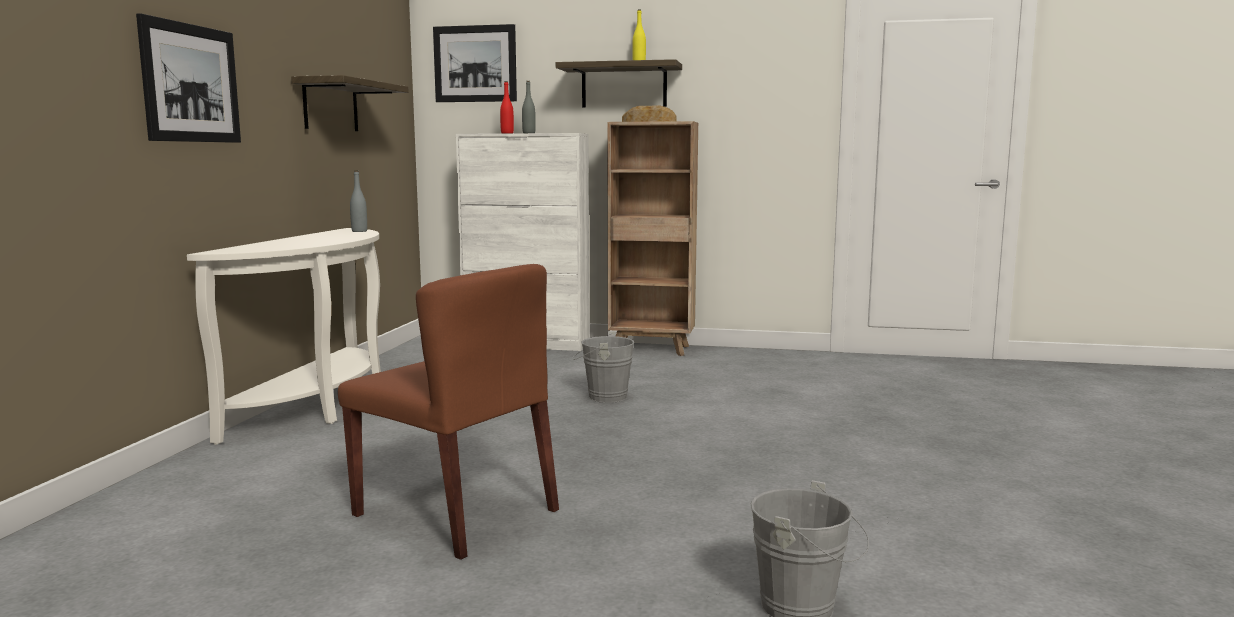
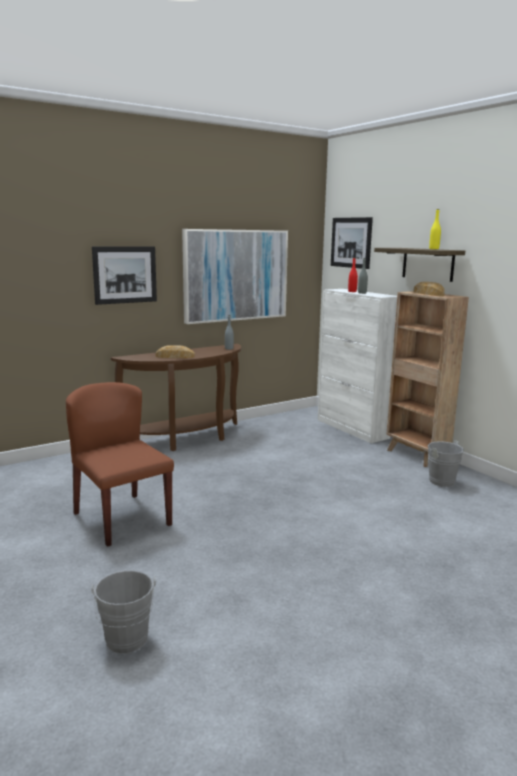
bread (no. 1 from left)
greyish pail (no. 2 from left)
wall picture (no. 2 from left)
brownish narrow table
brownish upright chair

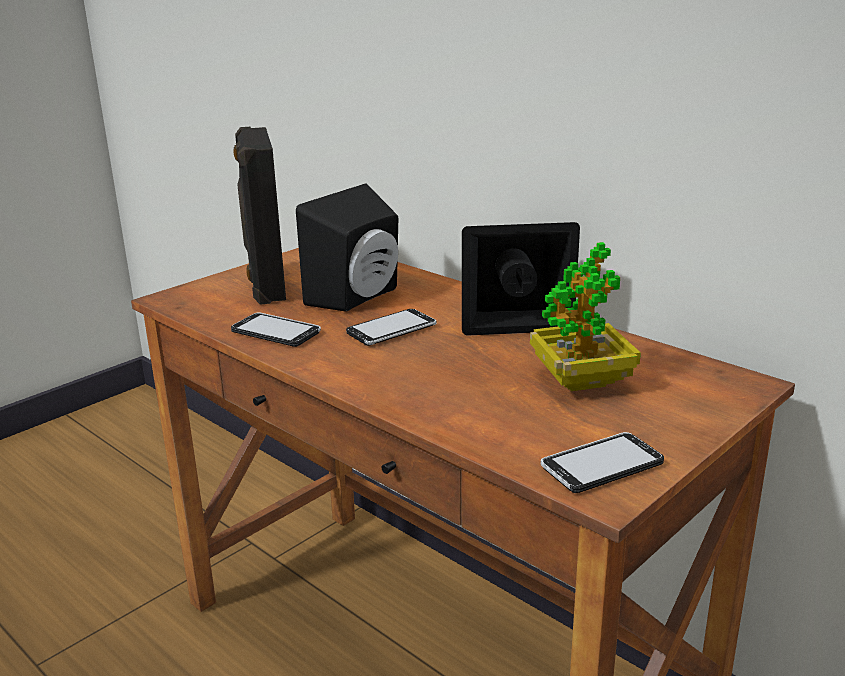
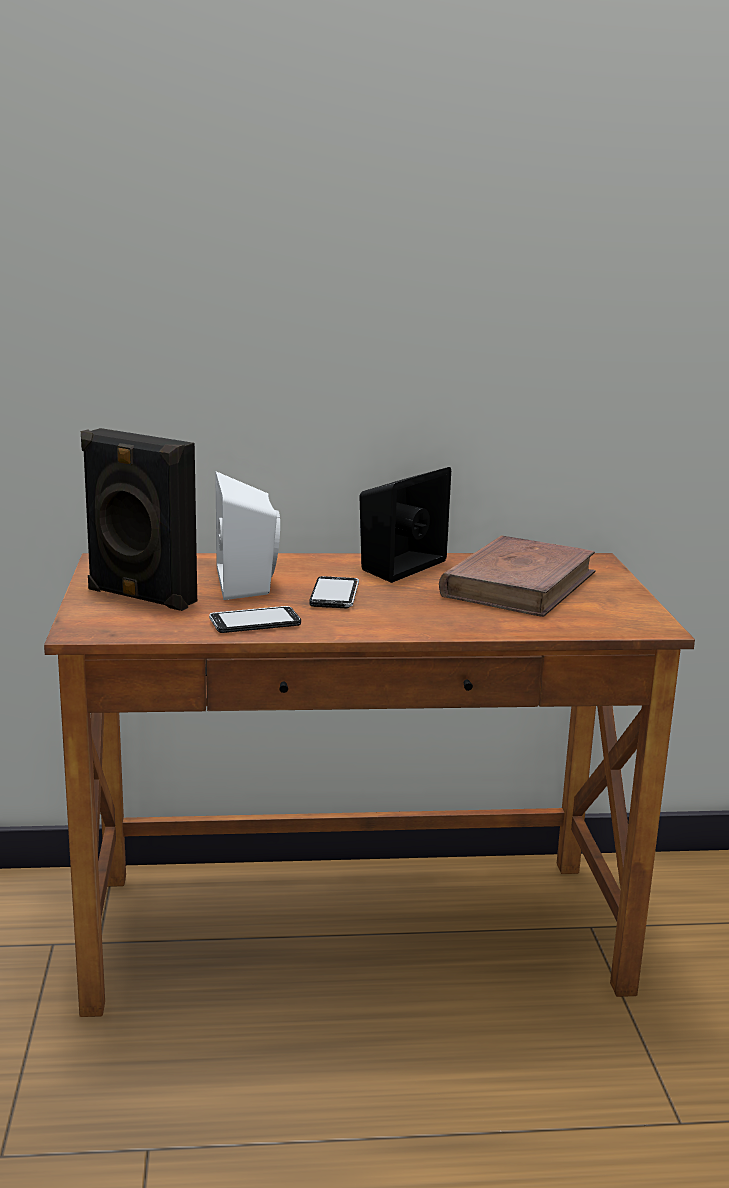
phone (no. 3 from left in the first image)
brownish book
white speaker

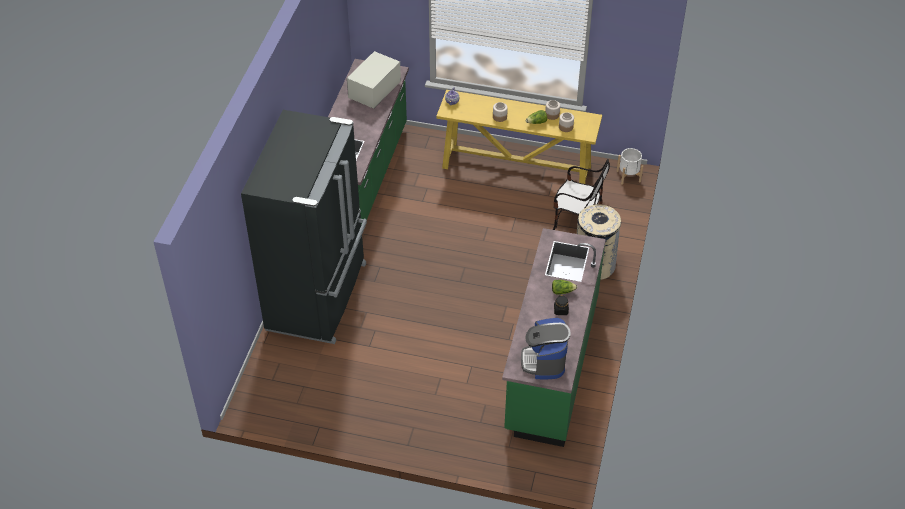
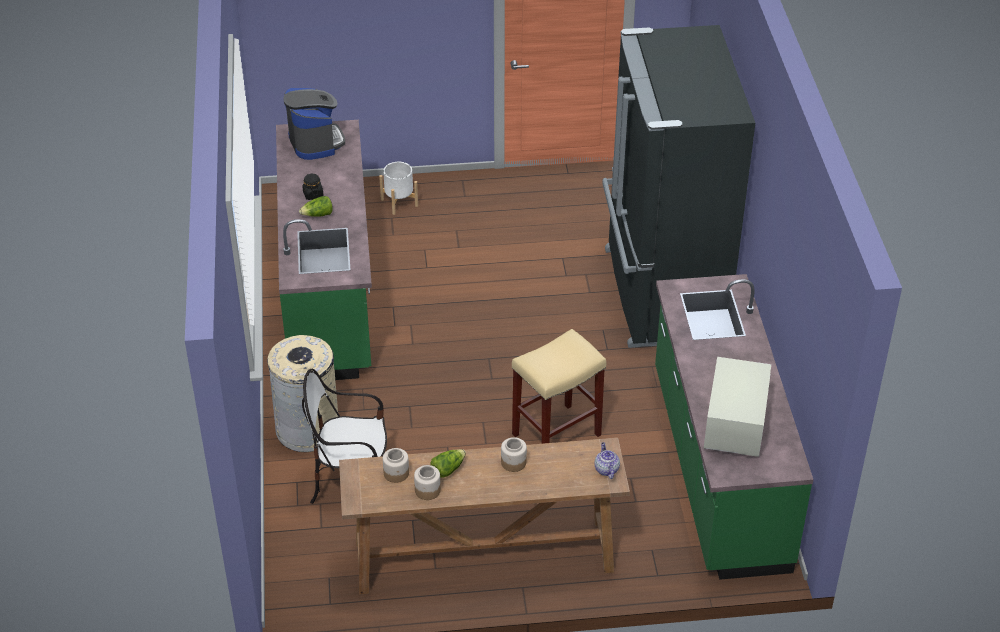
beige stool
white flower pot
brownish narrow table

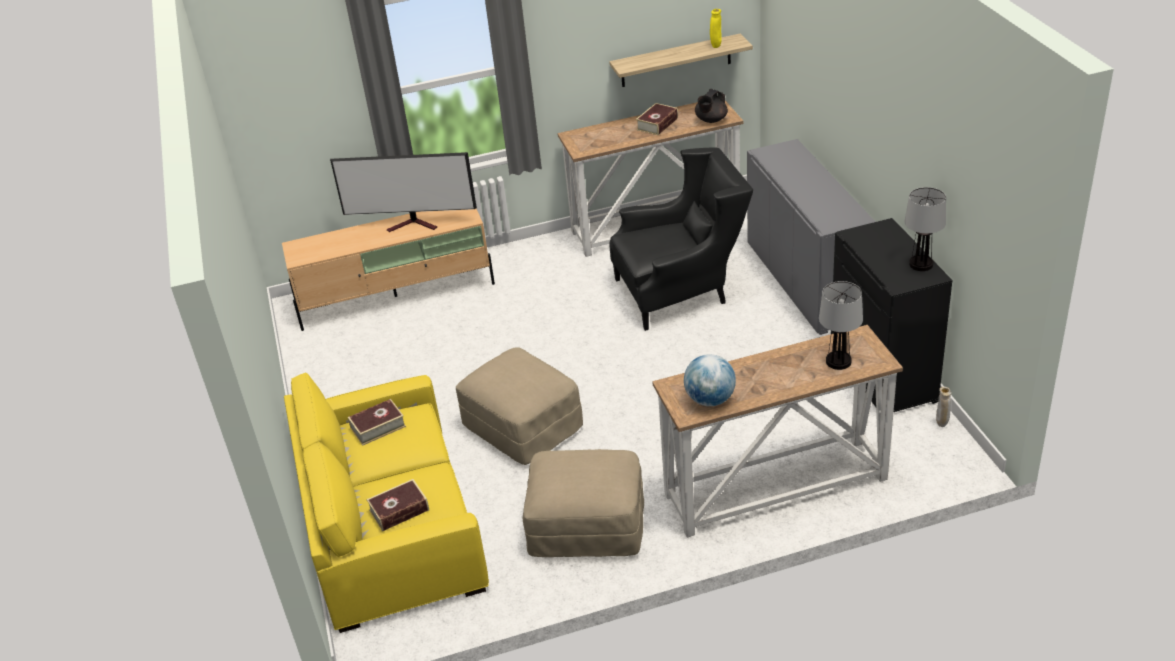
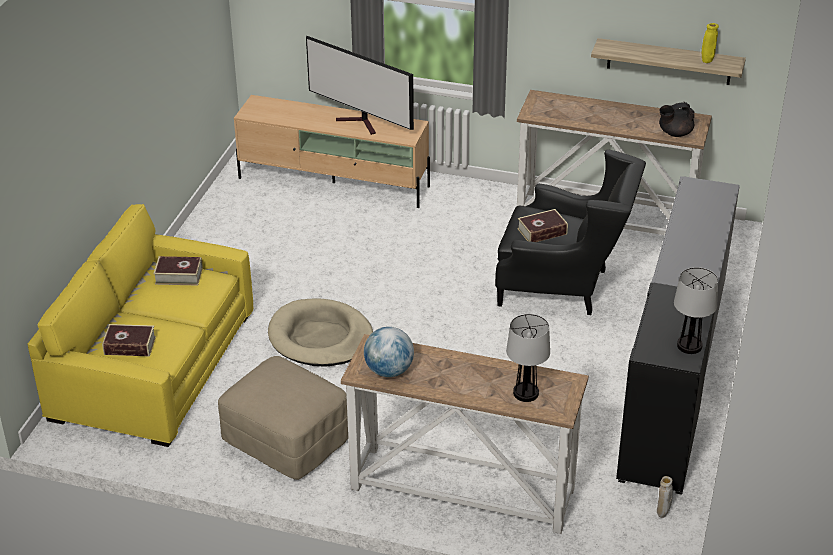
book (no. 3 from left)
beige pet bed

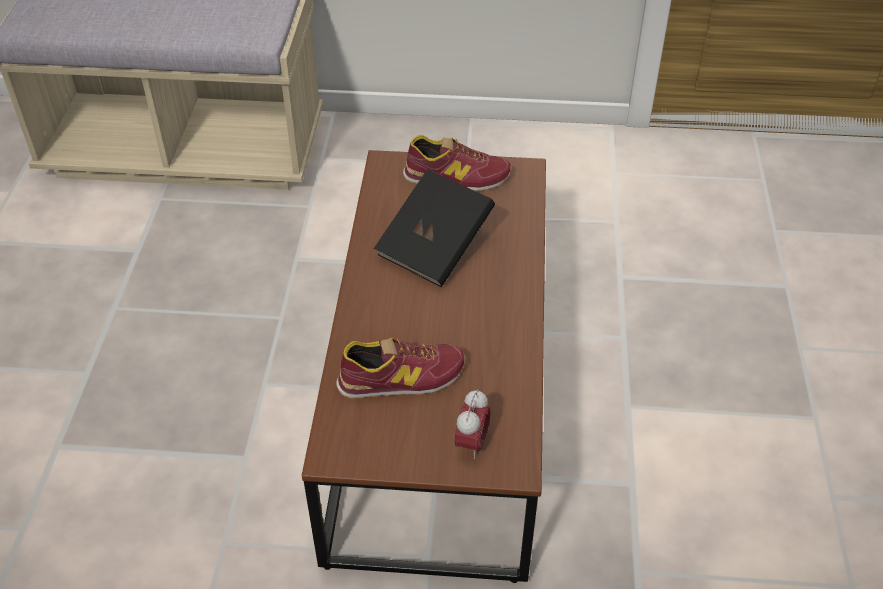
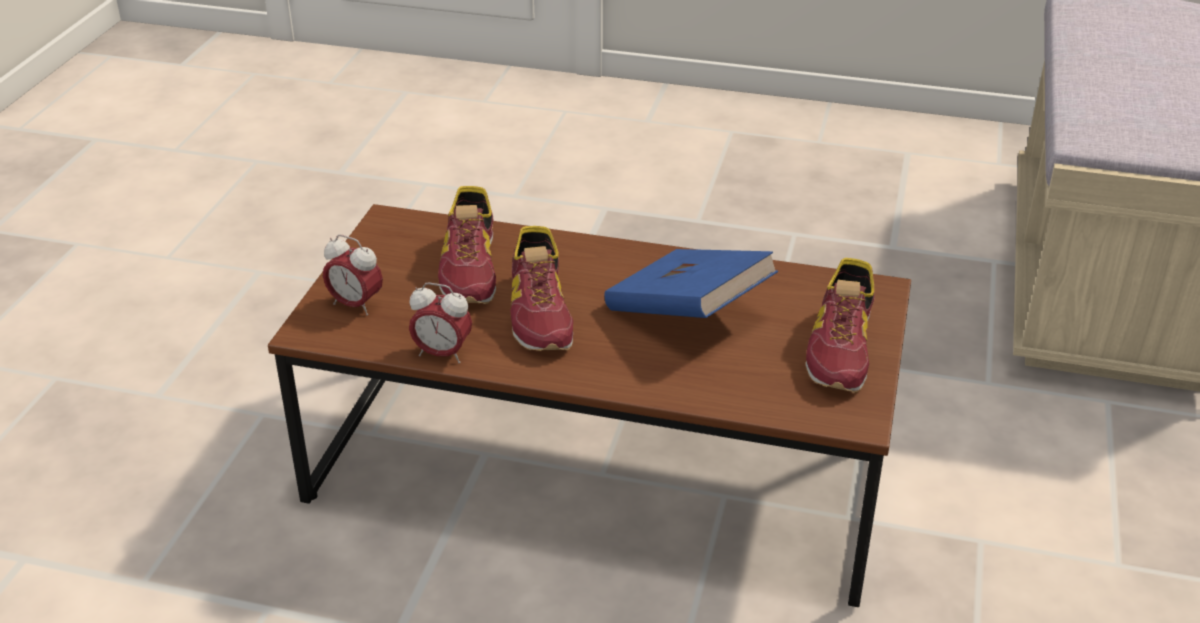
bedside clock (no. 2 from left)
shoe (no. 2 from left)
blue-coloured book

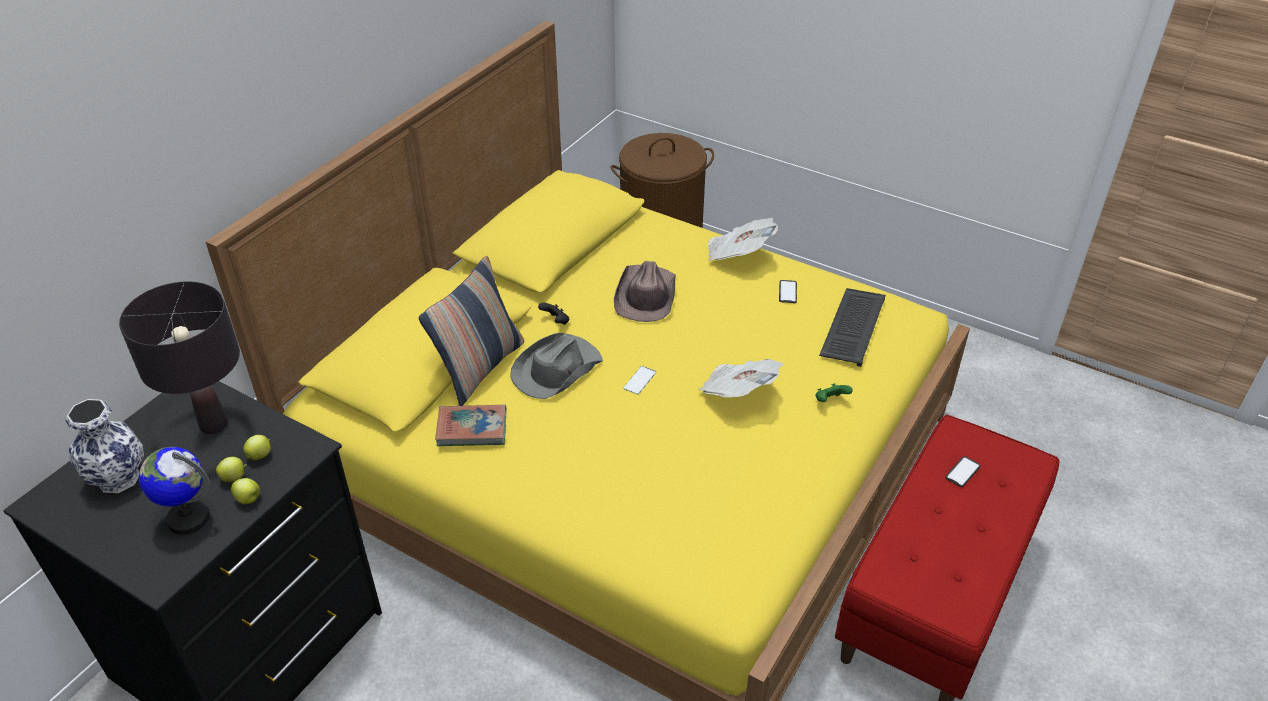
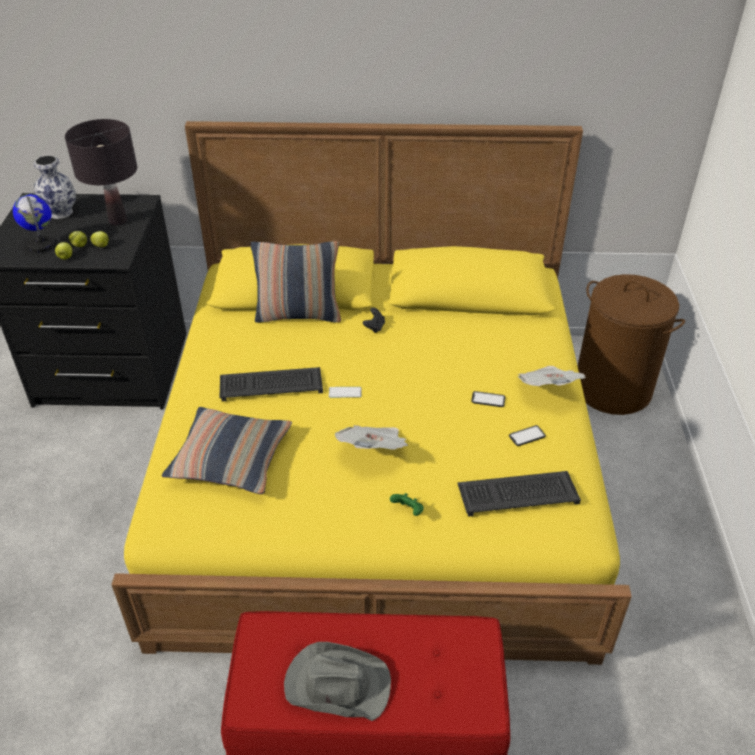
book
brownish hat
cushion (no. 1 from left)
computer keyboard (no. 1 from left)
greyish hat
phone (no. 2 from left)

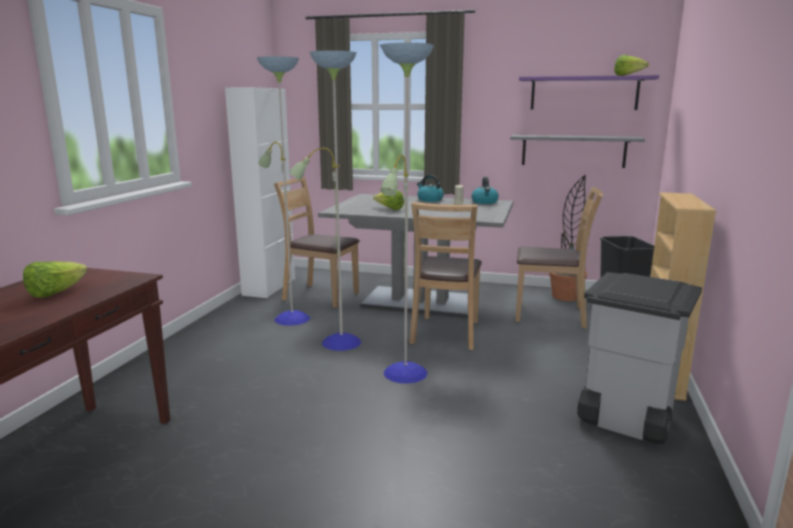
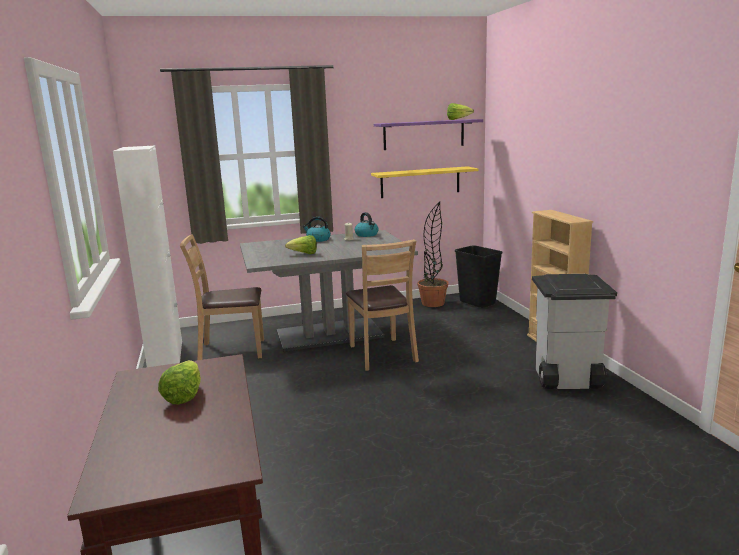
floor lamp
brownish upright chair (no. 3 from left in the first image)
yellow-coloured bracket shelf

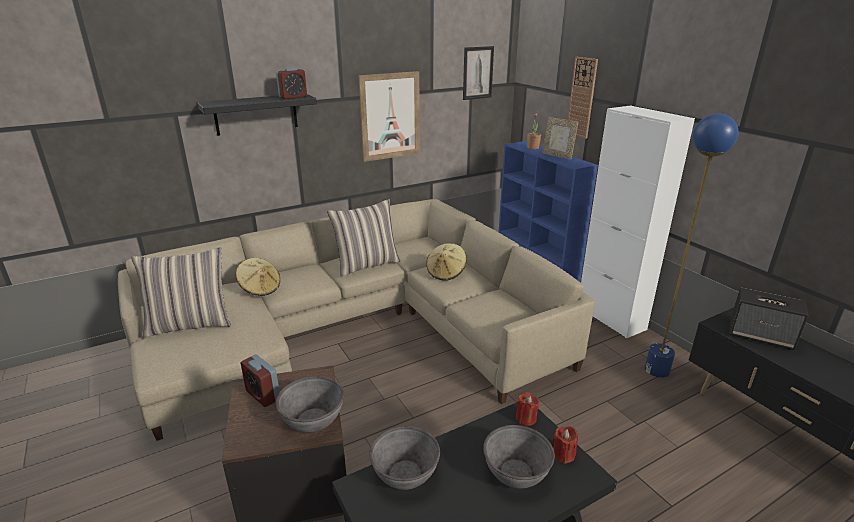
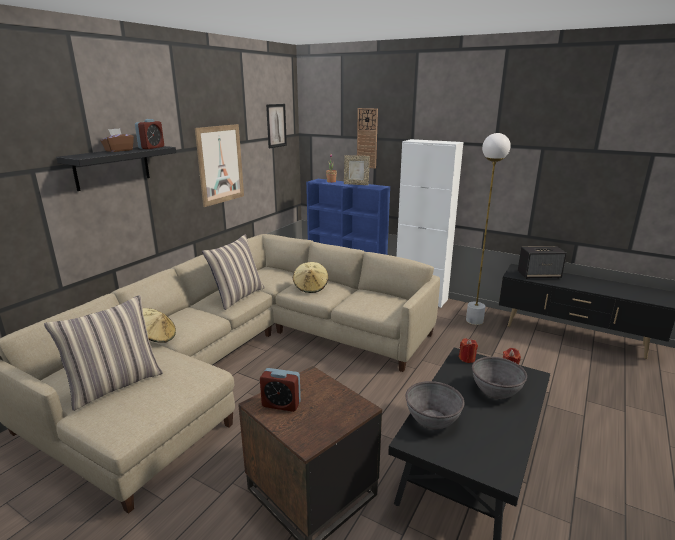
greyish bowl (no. 1 from left in the first image)
brownish tissue box
white floor lamp

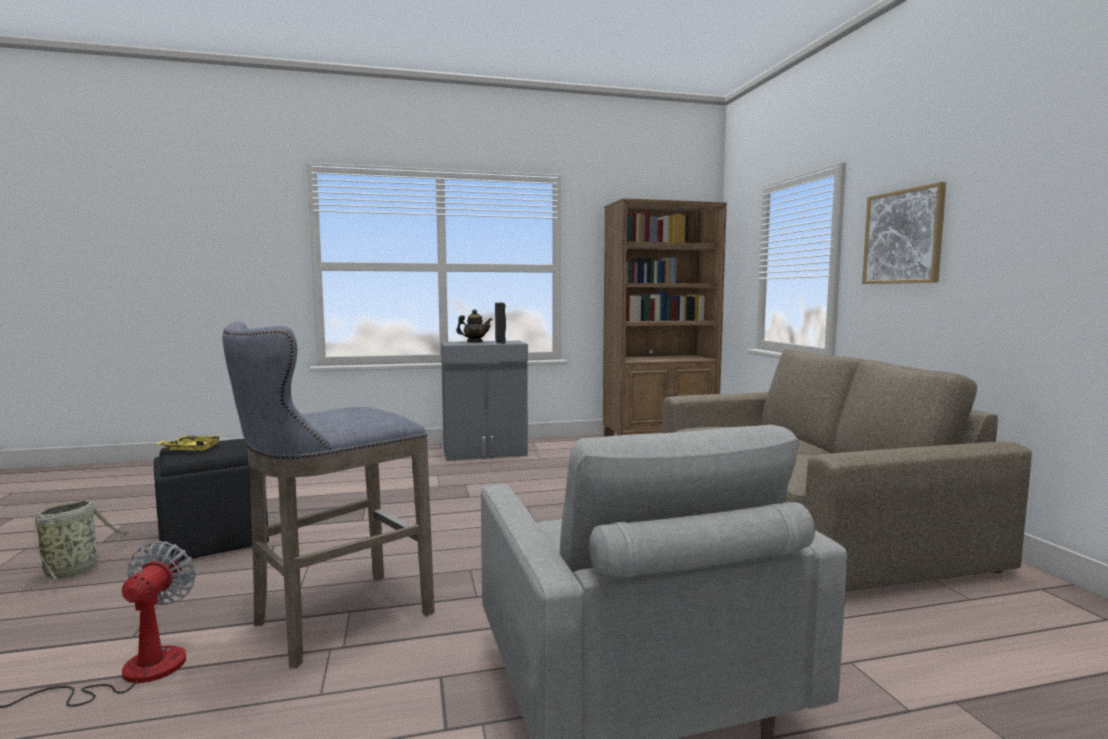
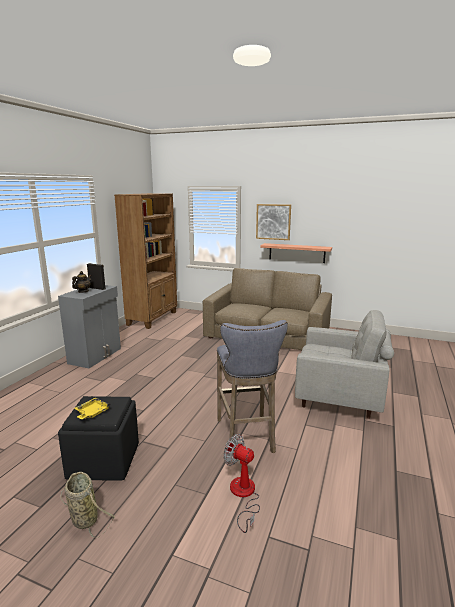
bracket shelf

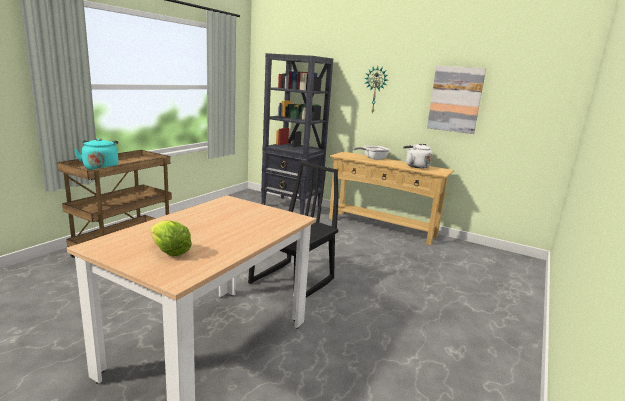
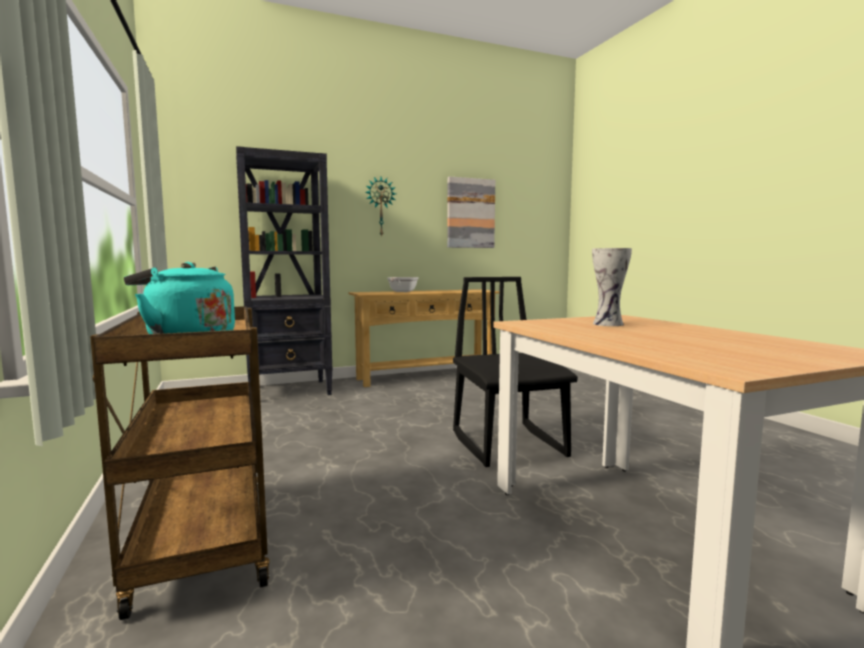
head of lettuce
white kettle
vase

